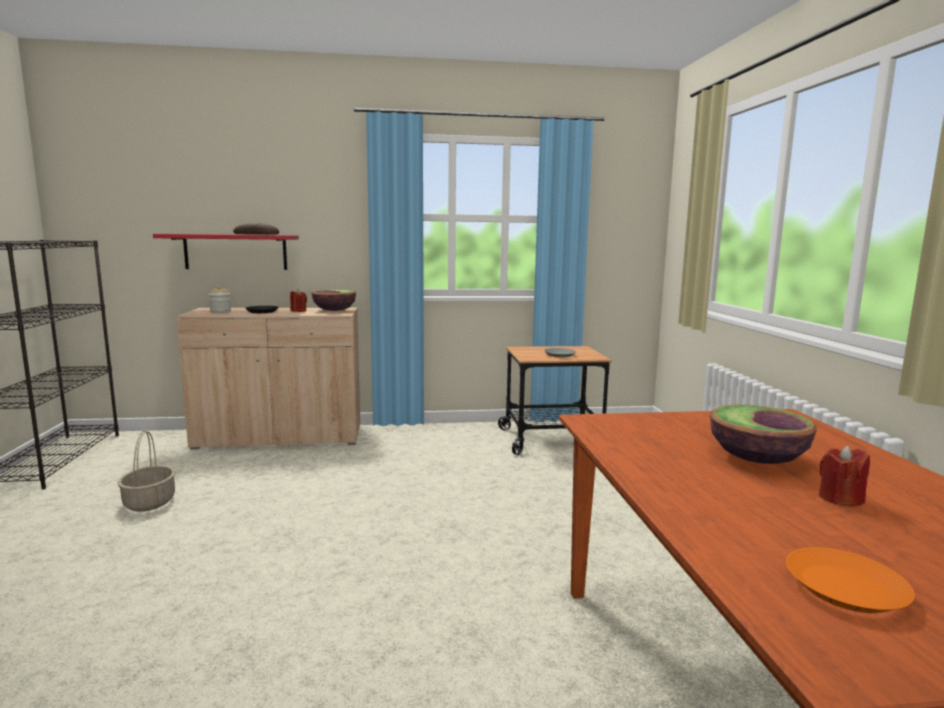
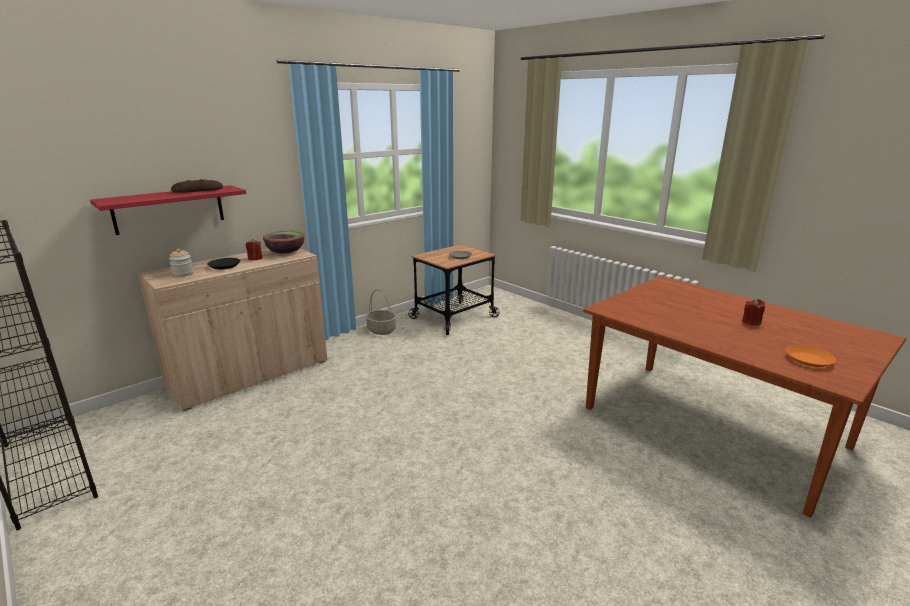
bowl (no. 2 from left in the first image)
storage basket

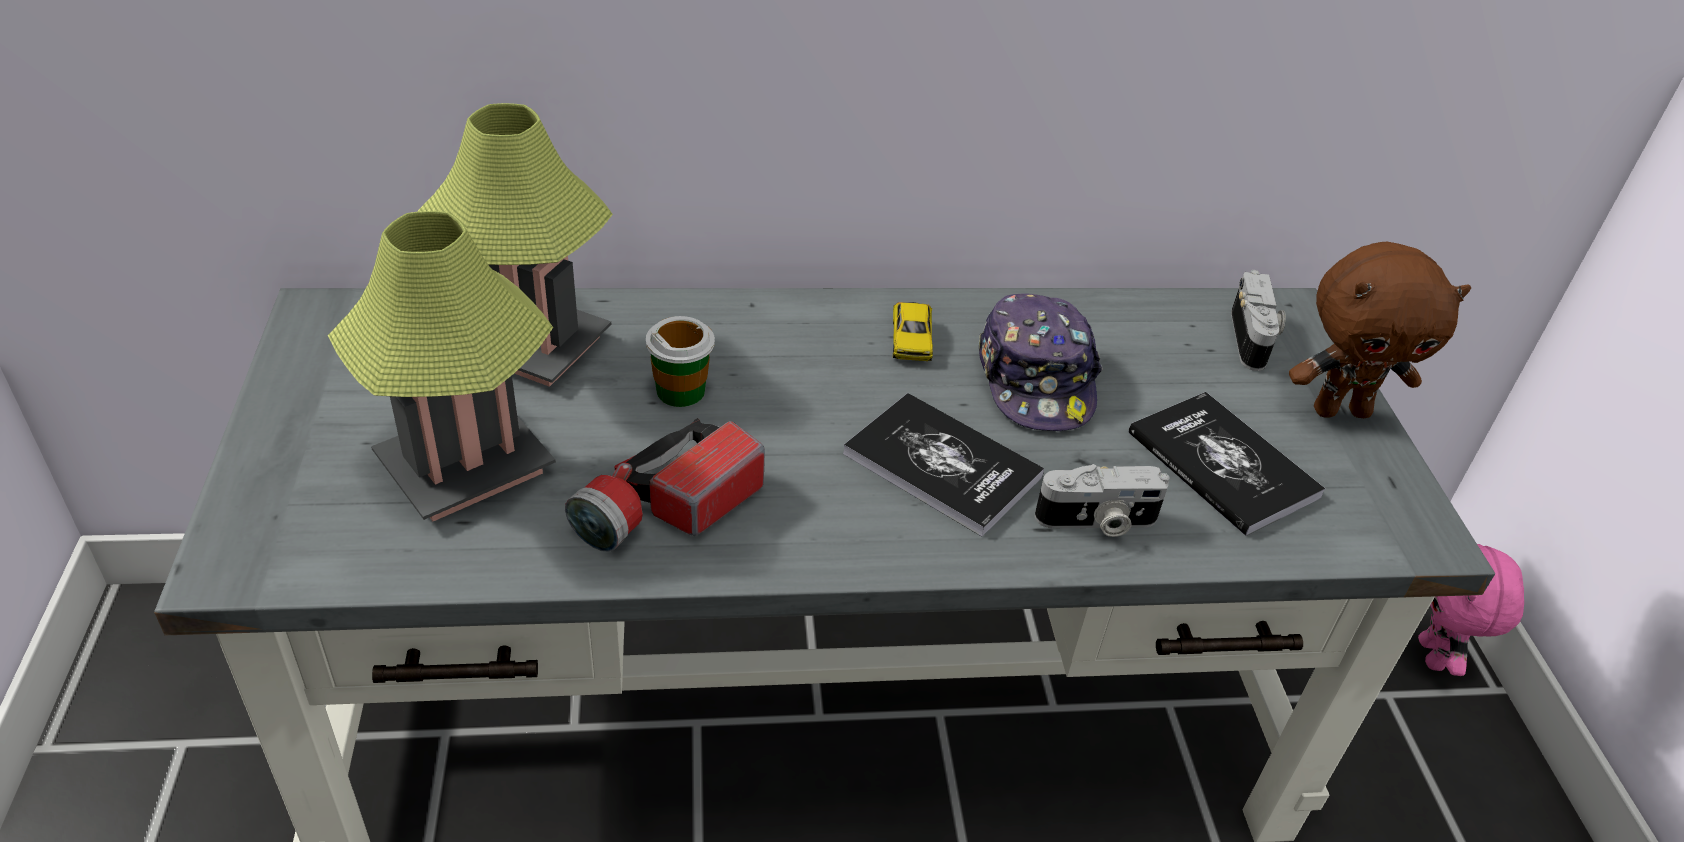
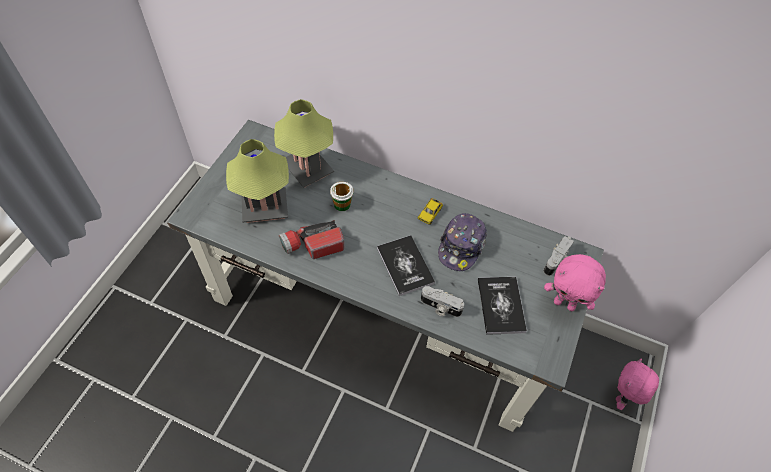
pinkish soft toy (no. 1 from left)

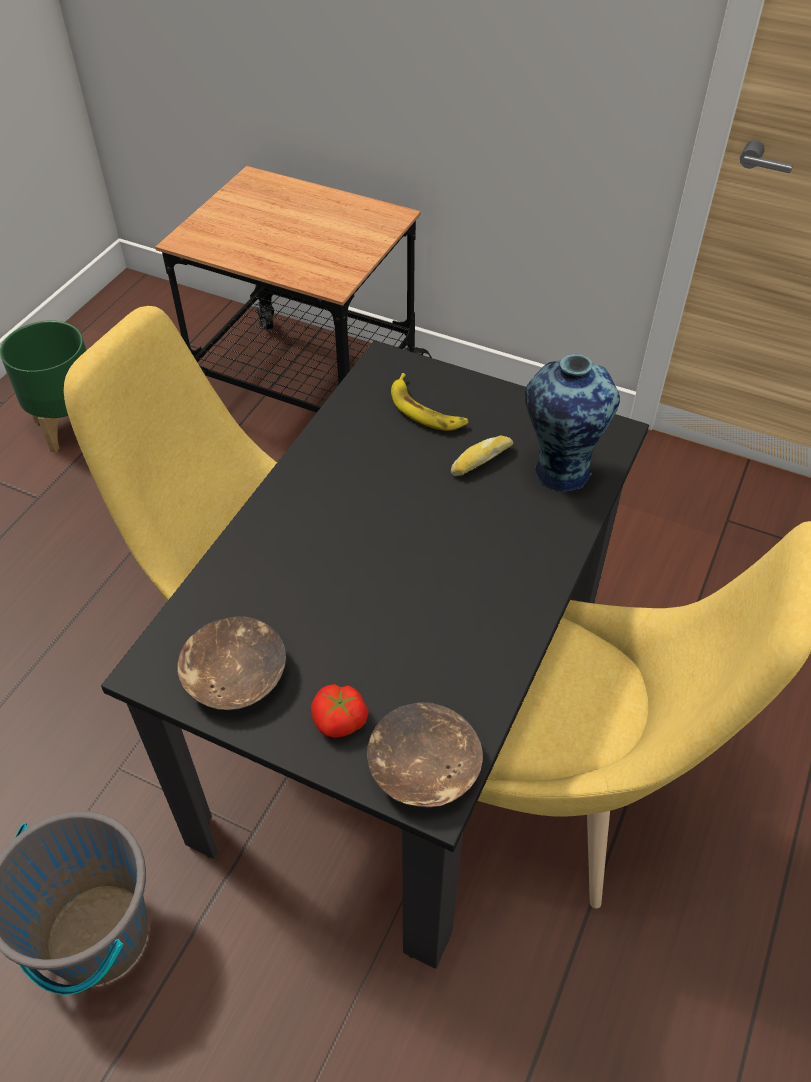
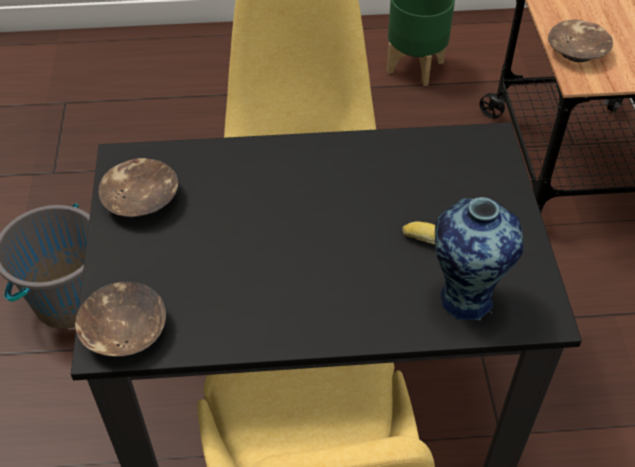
tomato
banana fruit
brownish bowl (no. 3 from left)

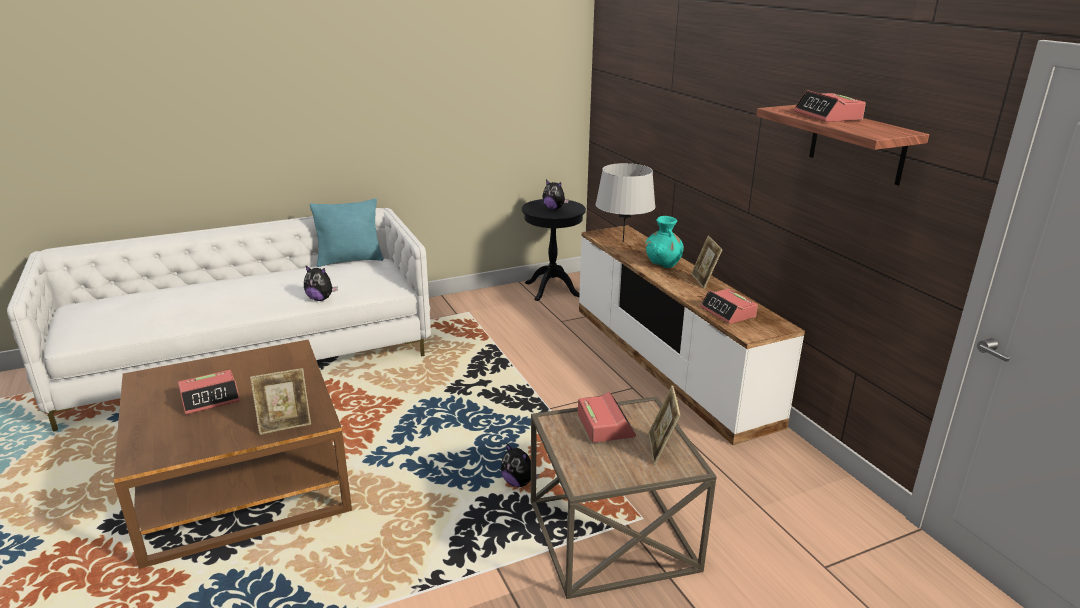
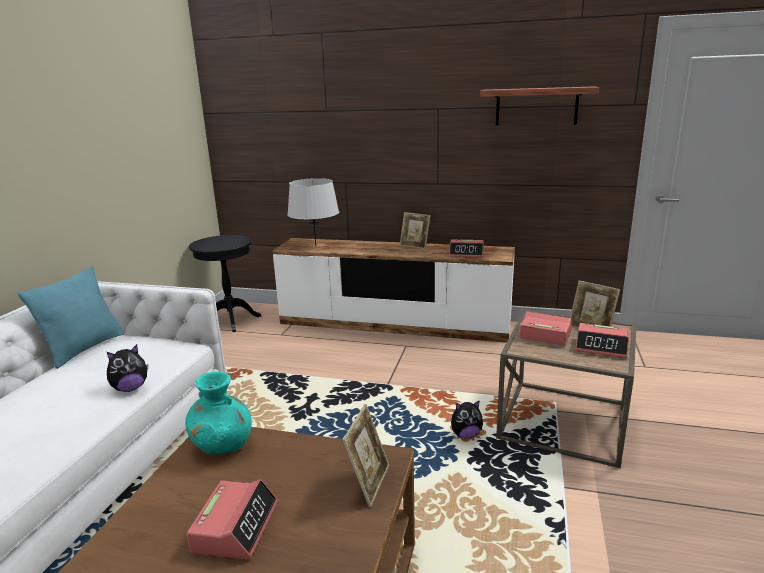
soft toy (no. 3 from left in the first image)
blue-green vase
bedside clock (no. 4 from left)

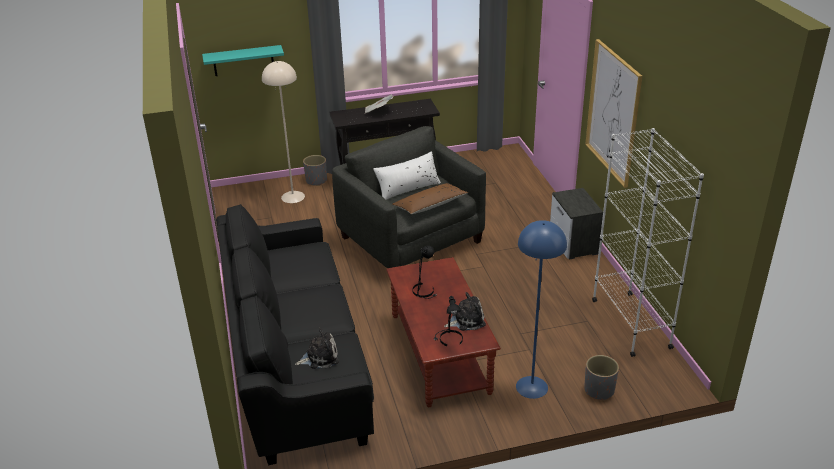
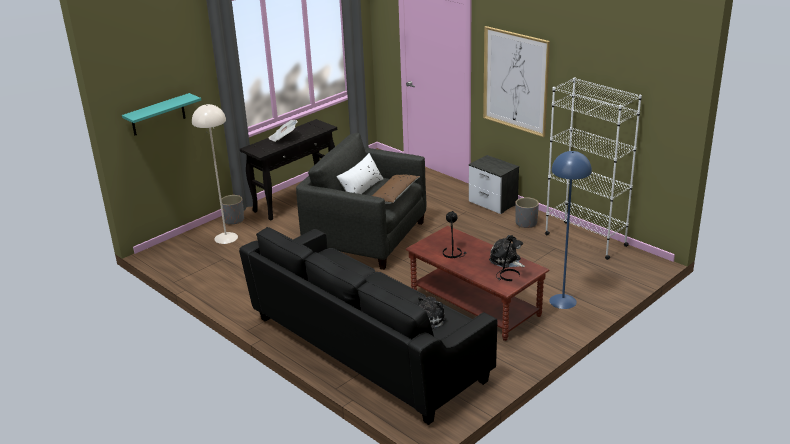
greyish flower pot (no. 2 from left)
soft toy (no. 2 from left)

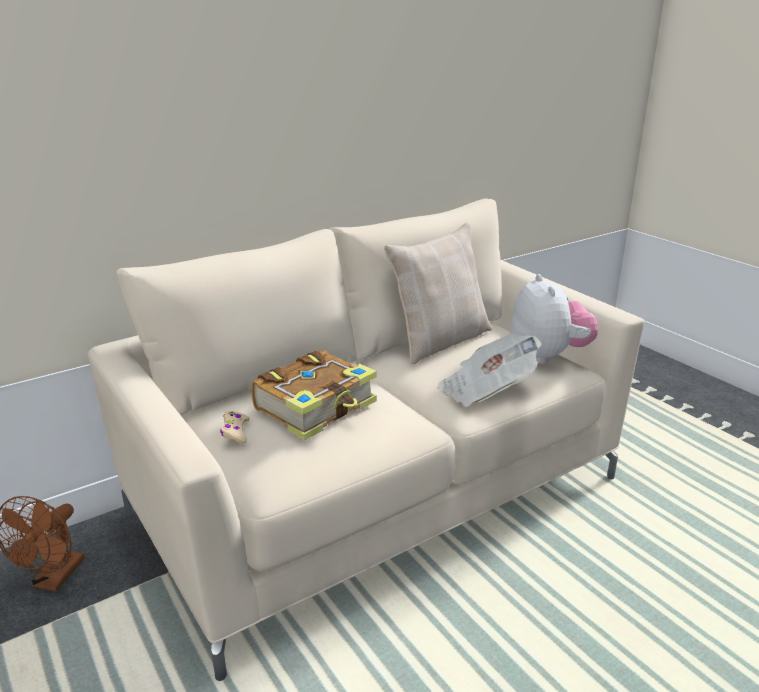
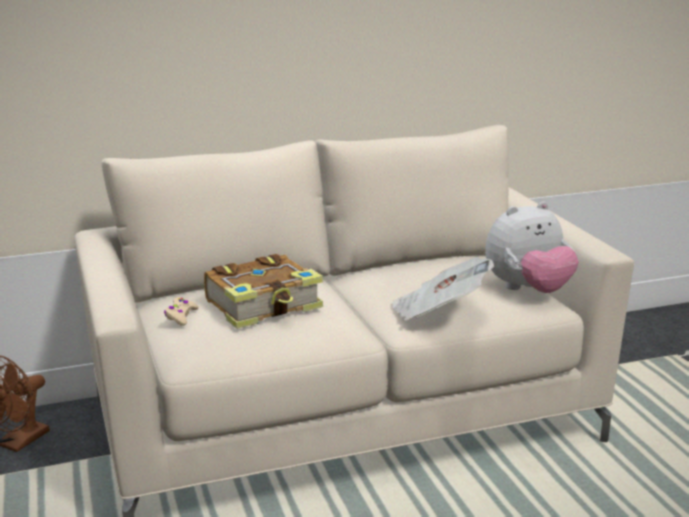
beige cushion
soft toy

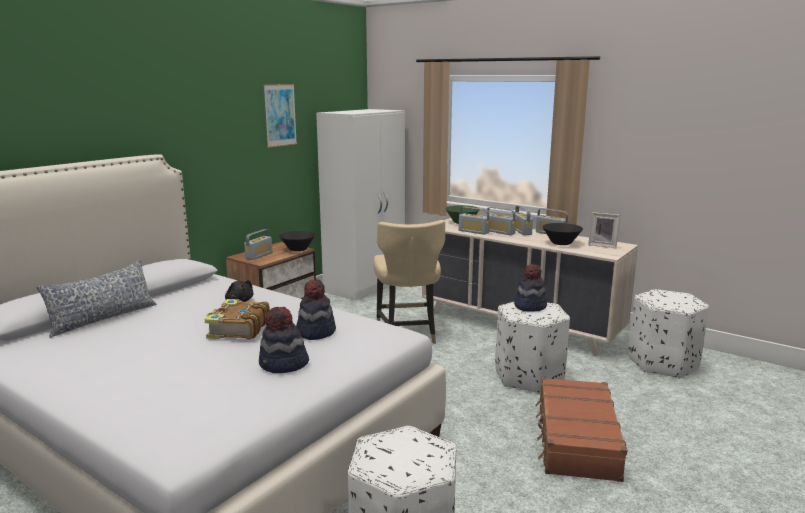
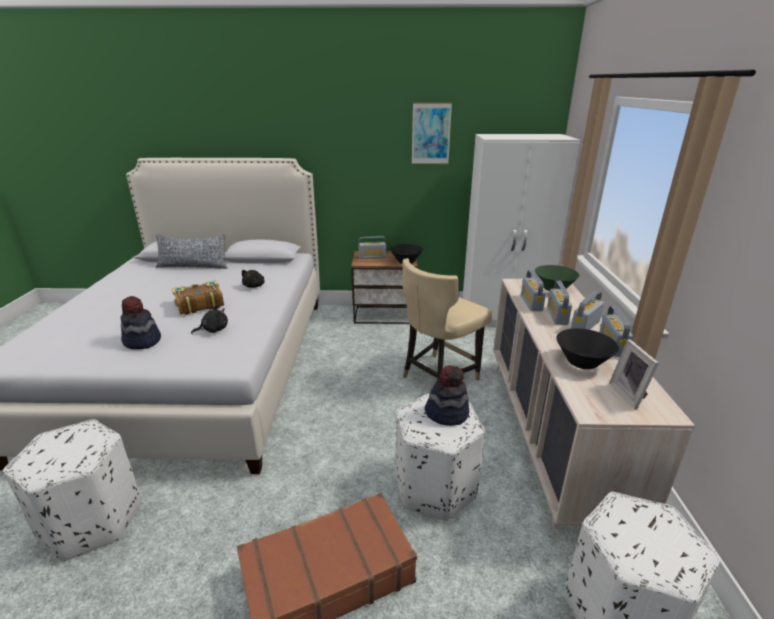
blackish soft toy (no. 1 from left)

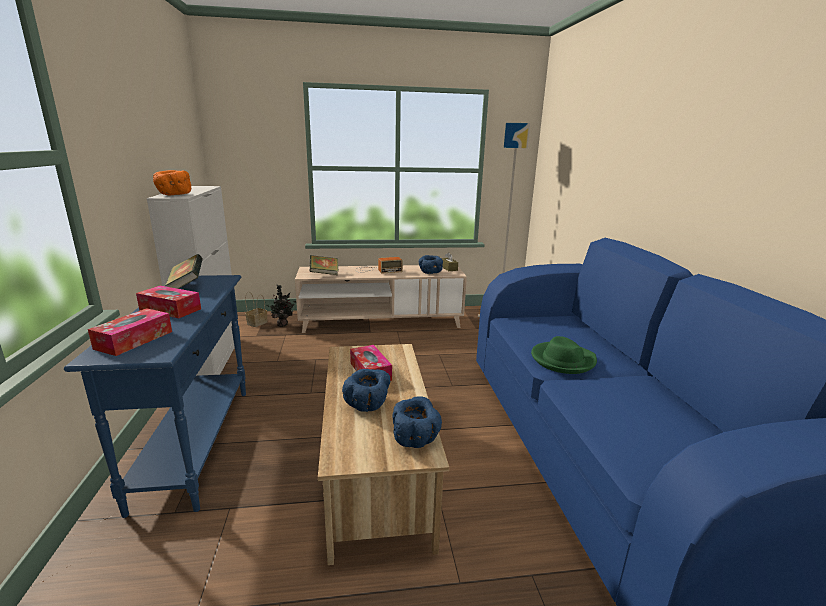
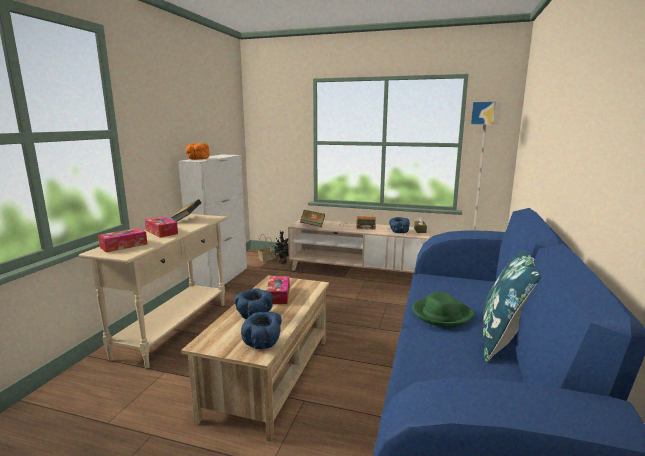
blue-coloured cushion
beige narrow table

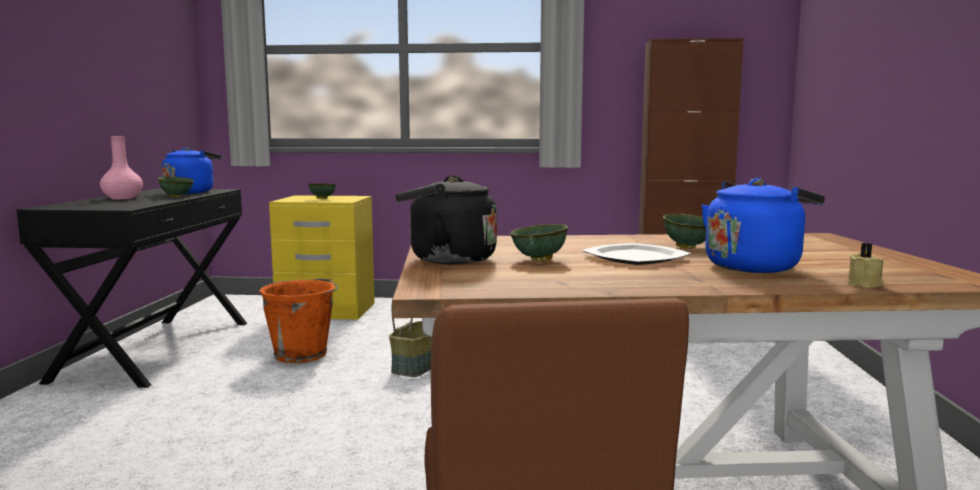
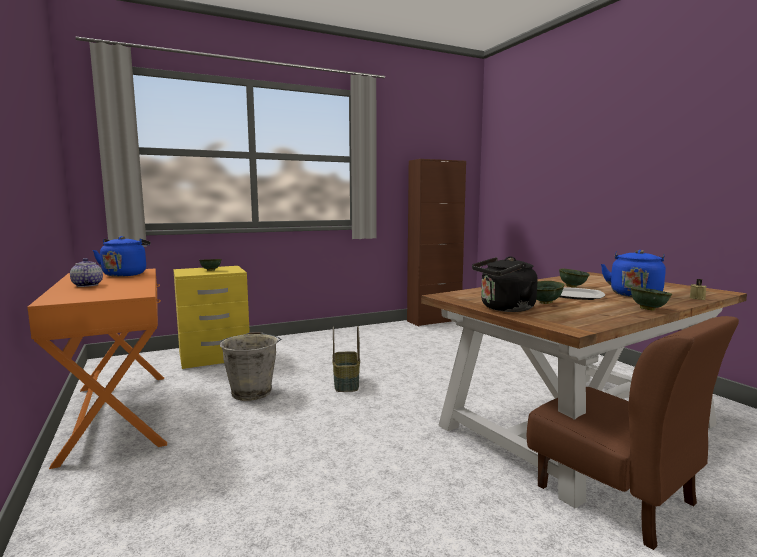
green-coloured bowl (no. 4 from left)
teapot
orange-coloured narrow table
greyish pail

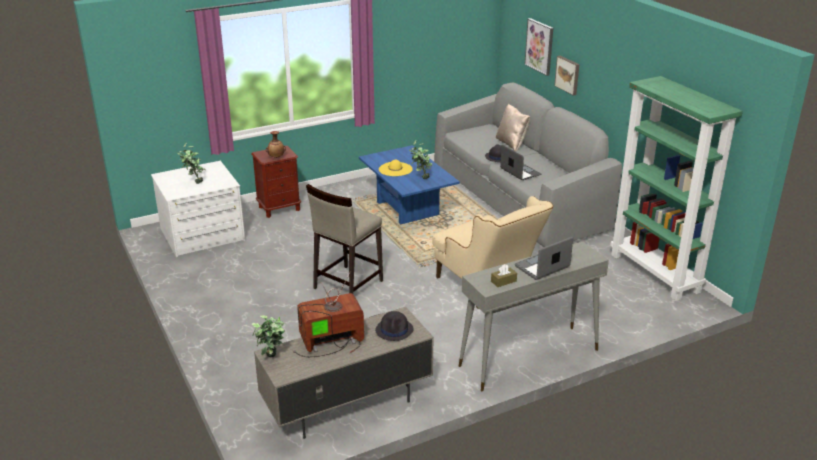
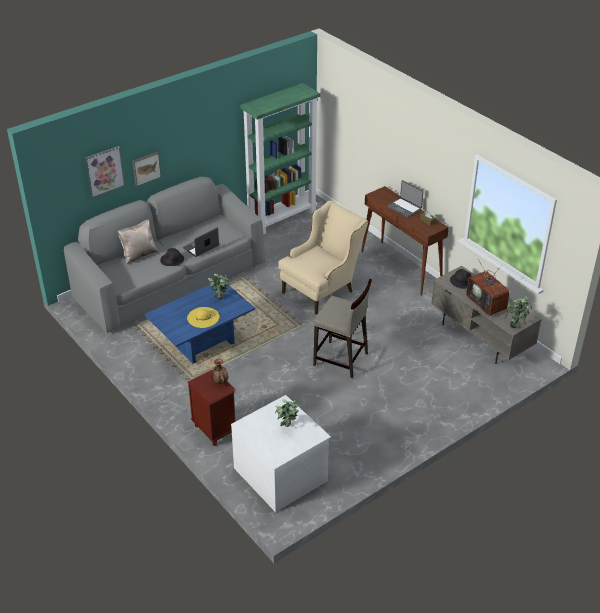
brownish narrow table

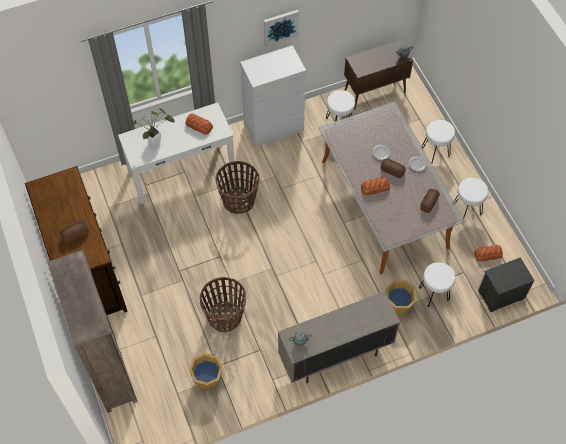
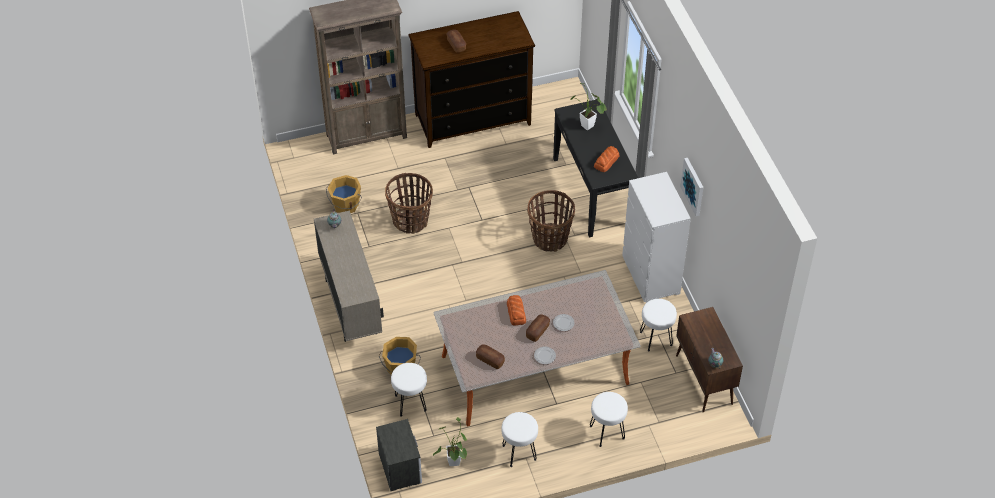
houseplant (no. 1 from left)
blackish narrow table

